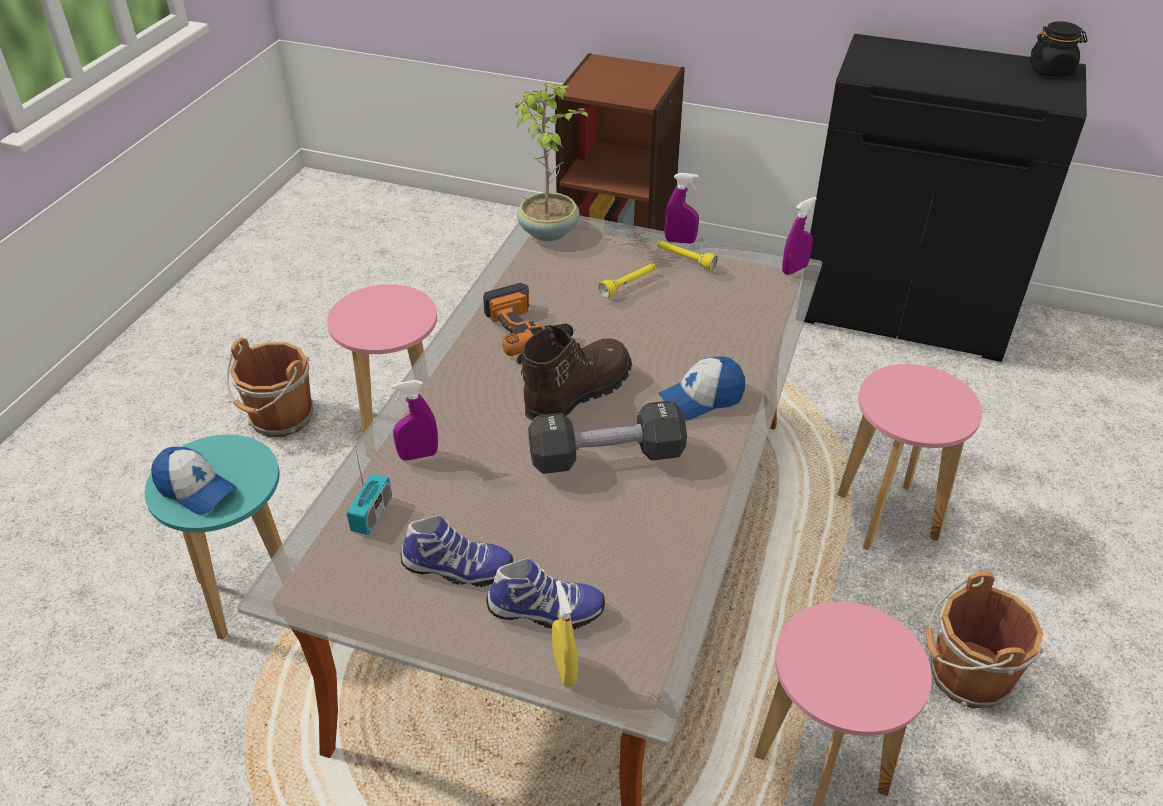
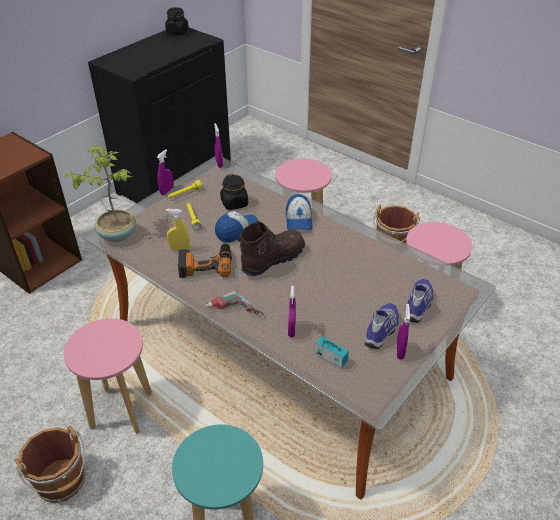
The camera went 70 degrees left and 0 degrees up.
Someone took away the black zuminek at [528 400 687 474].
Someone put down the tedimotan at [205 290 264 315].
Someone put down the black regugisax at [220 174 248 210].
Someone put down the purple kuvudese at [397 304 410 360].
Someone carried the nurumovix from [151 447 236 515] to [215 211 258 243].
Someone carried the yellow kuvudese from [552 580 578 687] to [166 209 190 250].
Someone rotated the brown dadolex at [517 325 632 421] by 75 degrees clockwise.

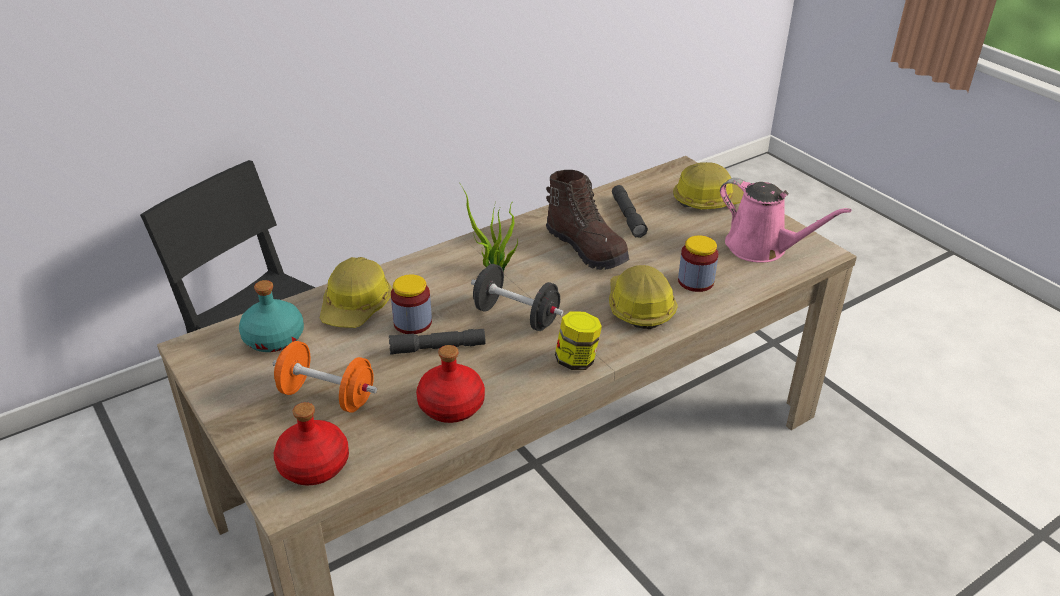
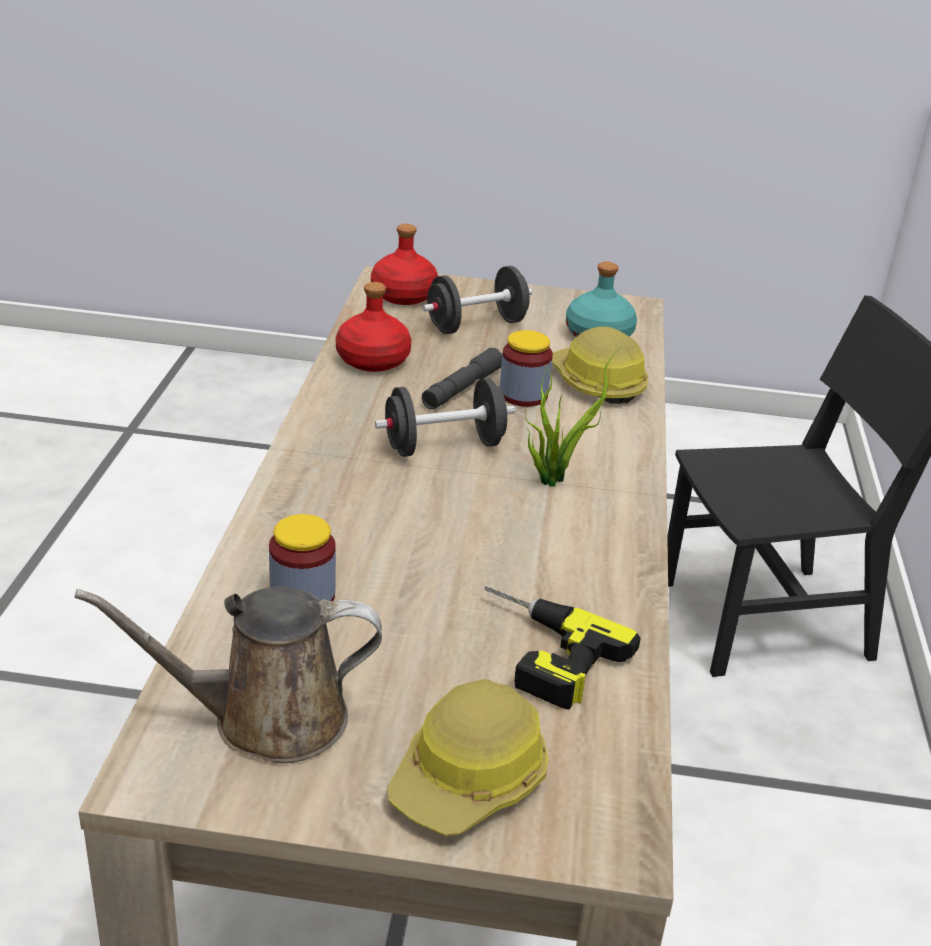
The camera went 130 degrees right and 5 degrees down.
Someone took away the brown dadolex at [546 170 629 270].
Someone took away the regugisax at [555 311 602 370].
Someone took away the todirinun at [609 265 678 329].
Someone swapped the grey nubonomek at [612 185 648 238] for the tedimotan at [484 586 641 709].
Someone repainted the orange zuminek at [273 341 377 413], which became the black zuminek at [423 266 532 334].
Someone repainted the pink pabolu at [720 178 852 263], which became the brown pabolu at [75 586 382 763].

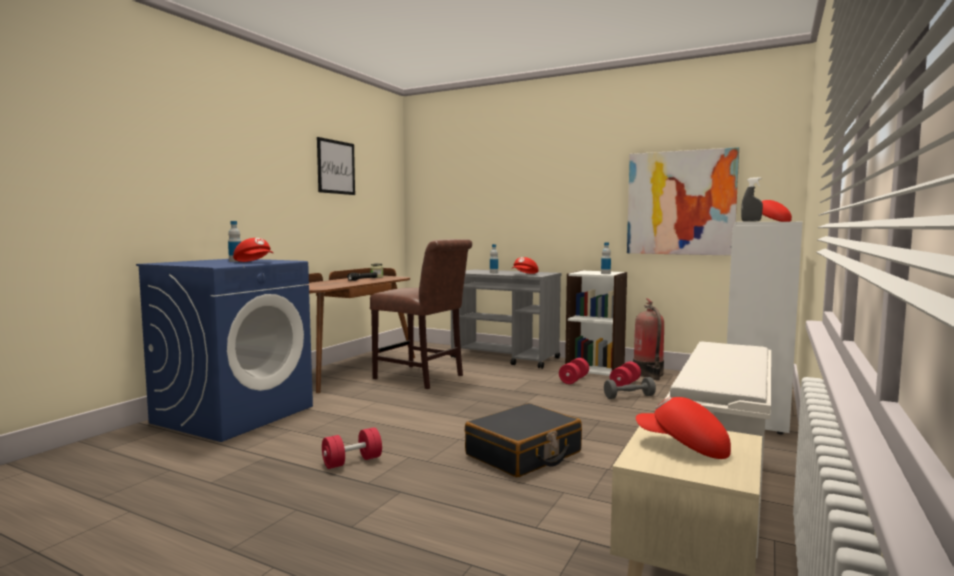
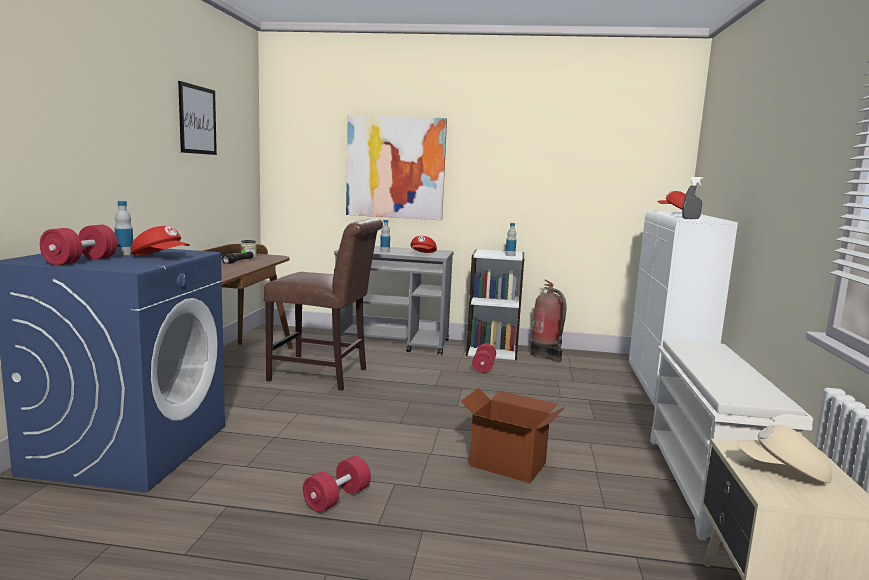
The camera went 20 degrees left and 5 degrees up.
Someone took away the grey zuminek at [604 377 656 399].
Someone carried the red zuminek from [610 361 641 387] to [40 225 117 266].
Someone carried the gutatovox from [627 147 739 256] to [346 115 447 220].
Someone swapped the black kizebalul at [465 403 582 477] for the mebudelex at [461 388 565 483].
Someone repainted the red nurumovix at [636 397 731 459], which became the beige nurumovix at [737 425 832 483].

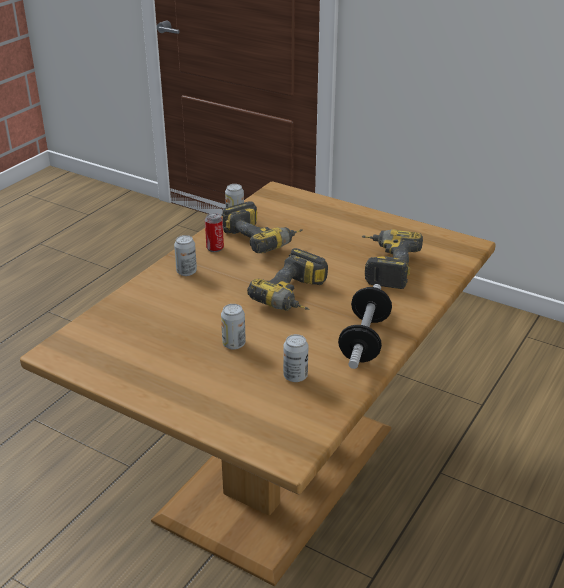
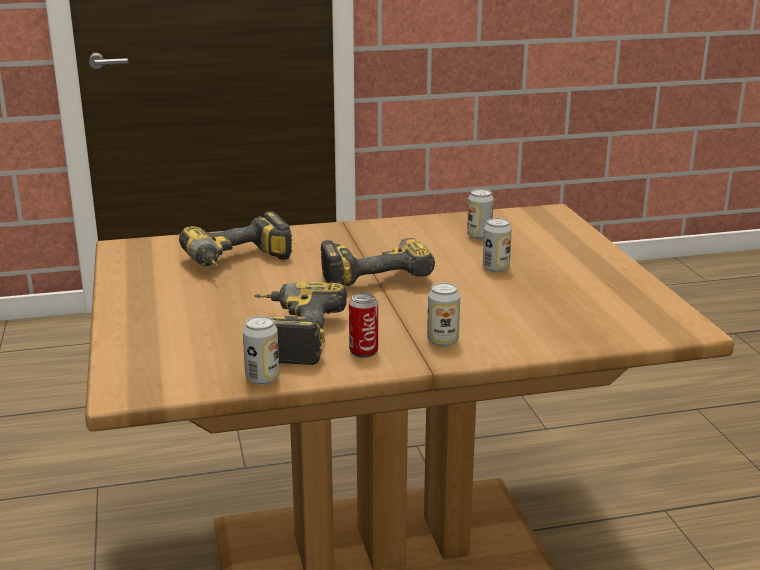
The camera went 135 degrees left and 10 degrees down.
Someone took away the zuminek at [338 284 392 369].

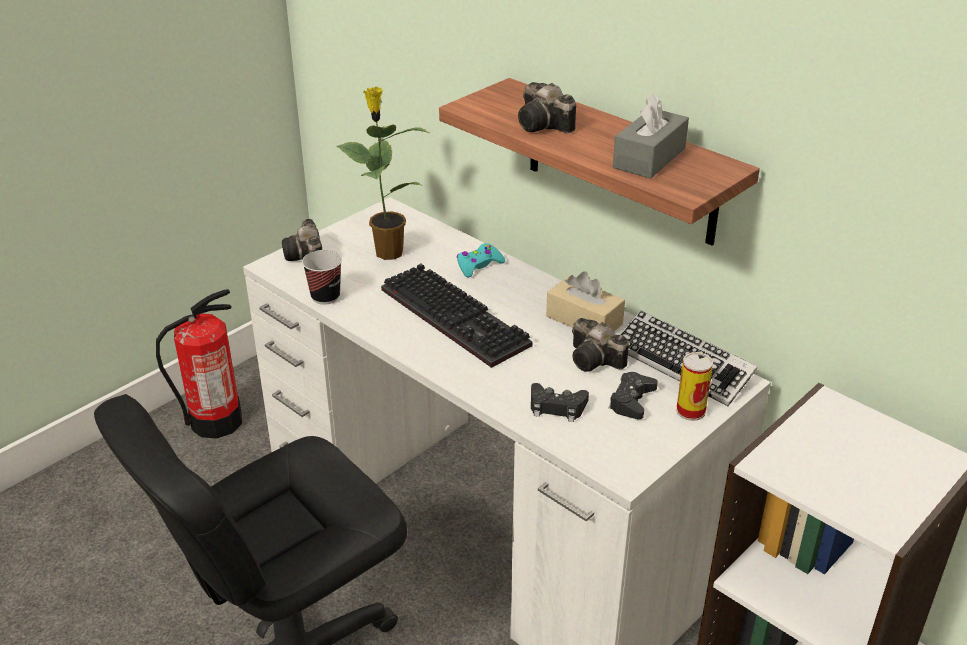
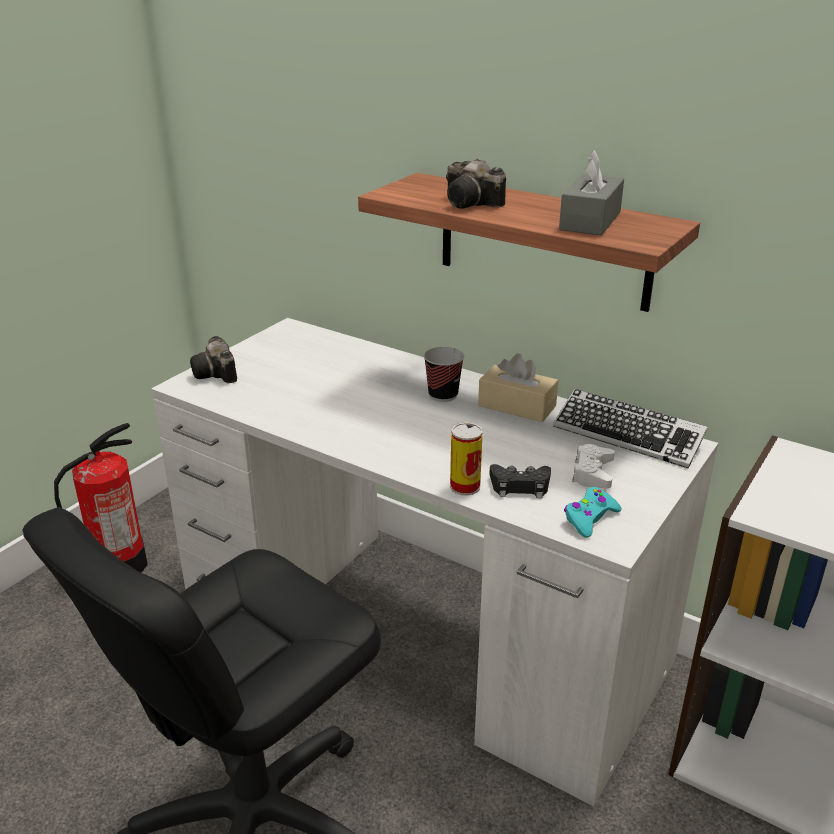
The camera went 10 degrees left and 5 degrees down.
Someone took away the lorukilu at [336 87 430 260].
Someone took away the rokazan at [381 264 533 368].
Someone took away the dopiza at [572 318 629 372].
Someone carried the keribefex from [302 250 342 305] to [424 347 464 402].
Someone carried the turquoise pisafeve from [457 243 505 278] to [564 487 622 538].
Someone carried the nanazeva from [676 352 713 421] to [450 422 483 496].
Someone repainted the black pisafeve at [609 372 658 419], which became the white pisafeve at [572 444 615 489].

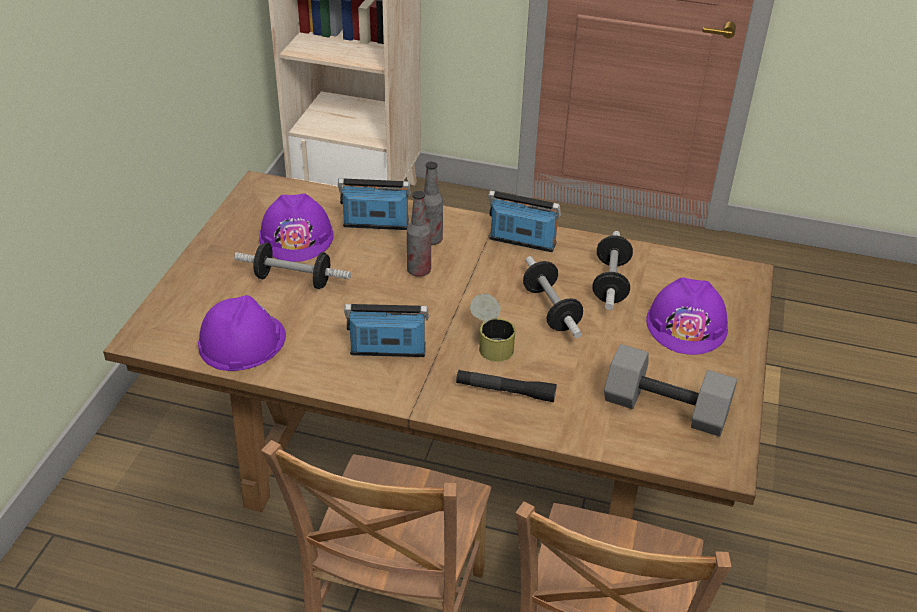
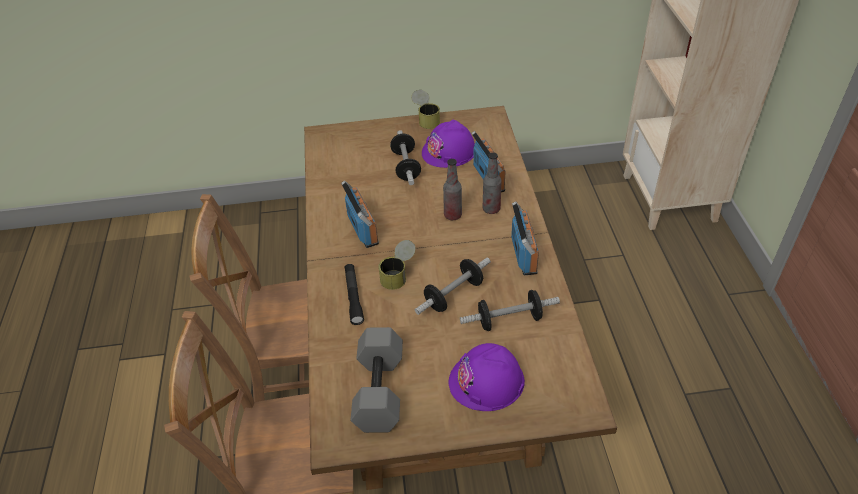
The camera went 70 degrees right and 5 degrees up.
Someone took away the purple todirinun at [198 295 286 371].
Someone put down the nanazeva at [411 90 440 129].

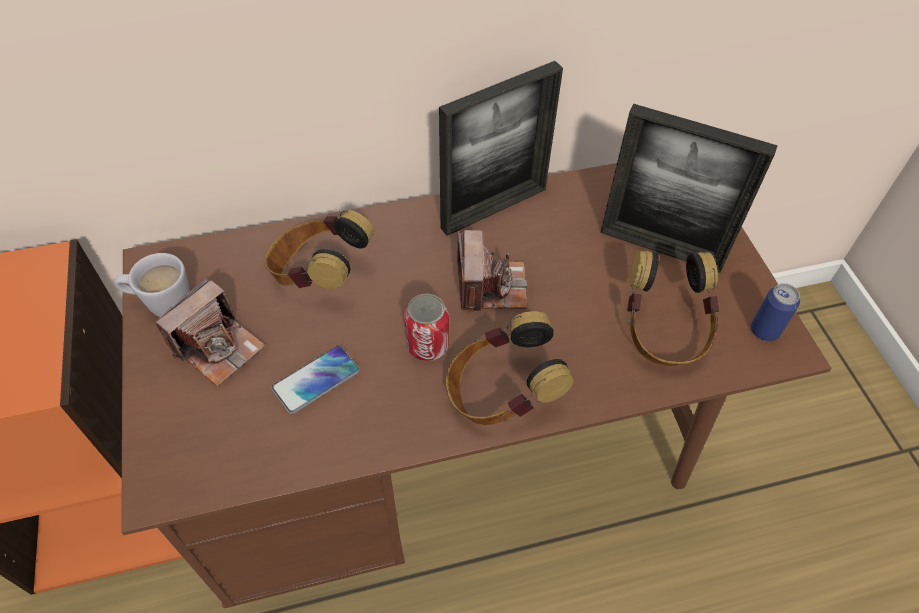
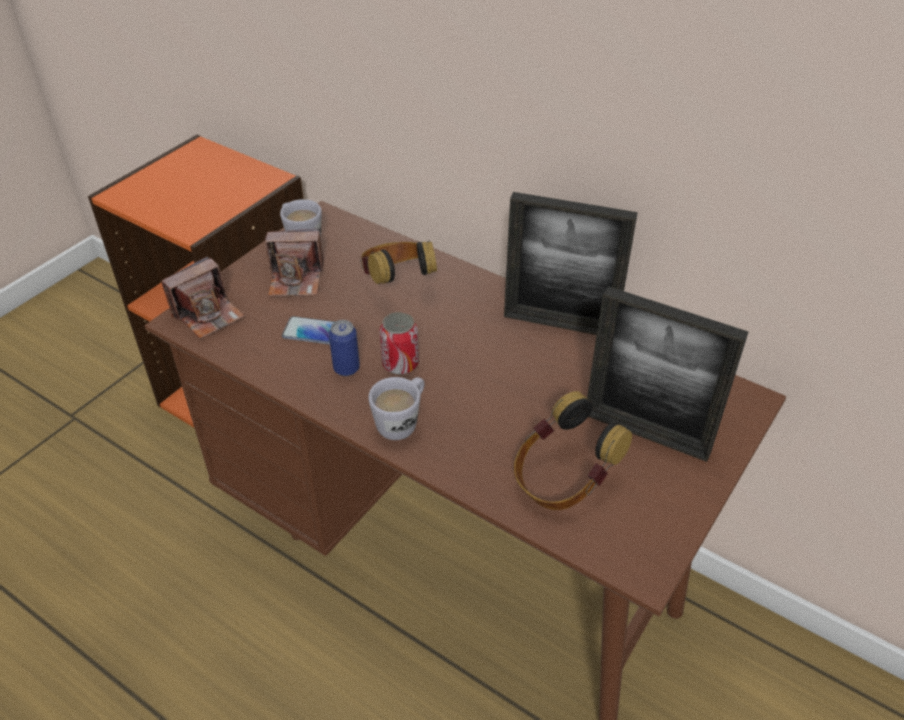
The camera went 50 degrees right and 10 degrees down.
Someone carried the dopiza from [457 230 528 314] to [161 256 245 339].
Someone carried the nanazeva from [751 283 800 341] to [329 320 360 376].
Someone swapped the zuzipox at [446 311 574 425] for the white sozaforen at [368 377 425 440].
Someone rotated the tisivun at [600 104 778 273] by 45 degrees counterclockwise.

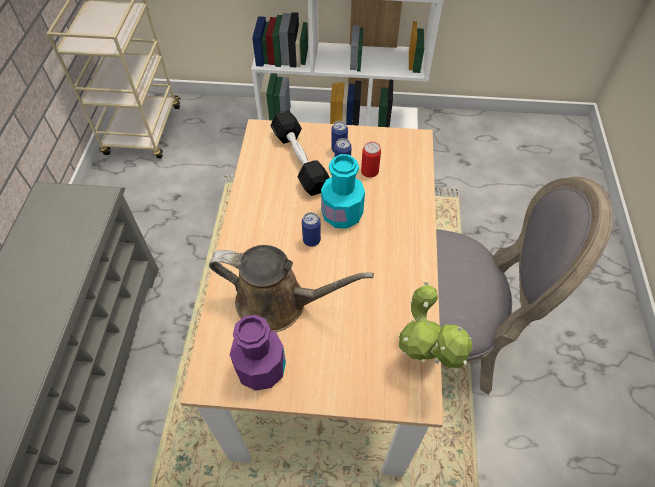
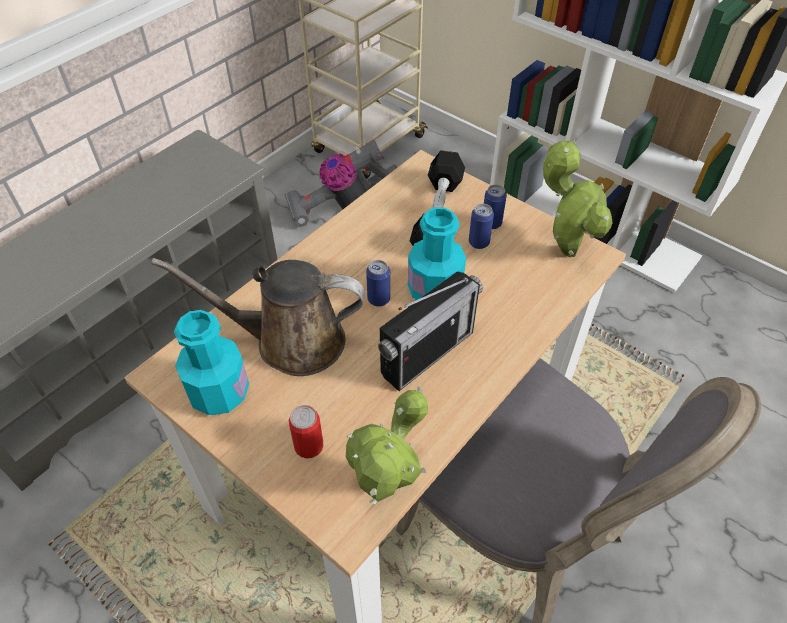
The camera went 35 degrees right and 5 degrees down.
Someone put down the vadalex at [284 140 397 228].
Someone put down the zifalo at [378 272 483 391].
Someone put down the lorukilu at [543 140 612 257].
Someone carried the nanazeva from [361 142 381 178] to [289 405 324 458].
Someone repainted the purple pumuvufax at [230 315 286 391], which became the turquoise pumuvufax at [174 310 249 415].
Someone rotated the brown pabolu at [209 245 374 332] by 135 degrees clockwise.

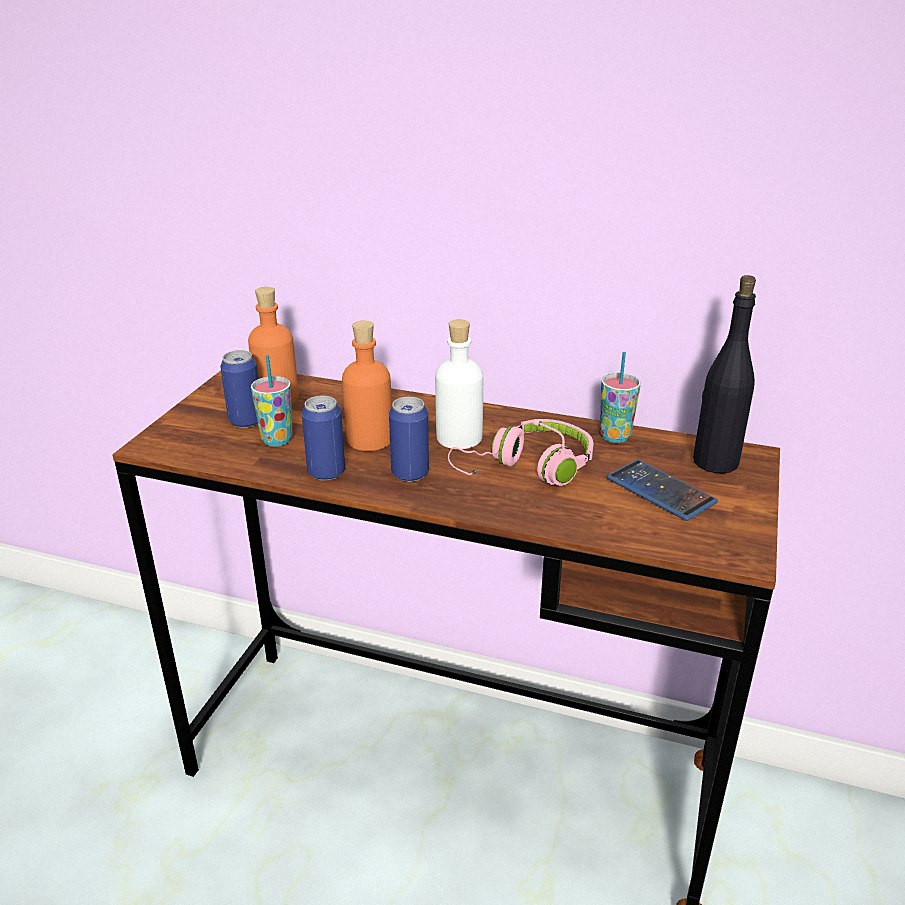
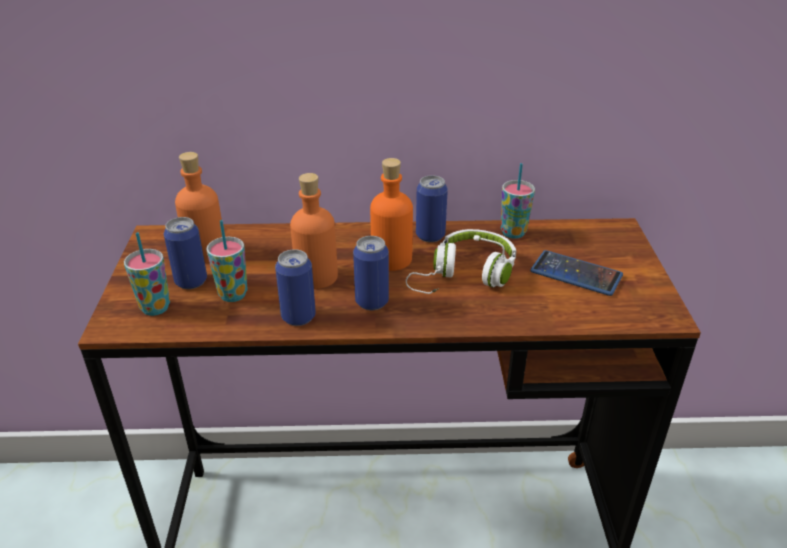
The camera went 20 degrees left and 5 degrees up.
Someone took away the black pumuvufax at [693 275 756 474].
Someone put down the keribefex at [124 232 170 316].
Someone put down the nanazeva at [416 175 448 242].
Someone repainted the white pumuvufax at [435 319 483 449], which became the orange pumuvufax at [370 158 413 271].
Someone repainted the pink zuzipox at [448 419 594 486], which became the white zuzipox at [406 229 516 294].

